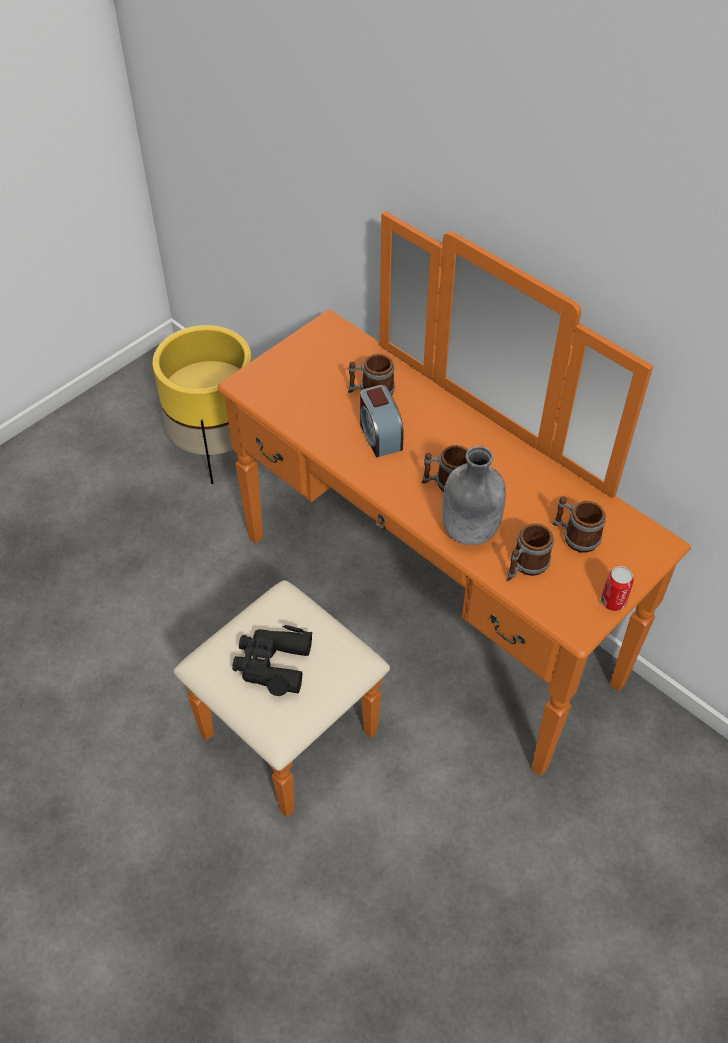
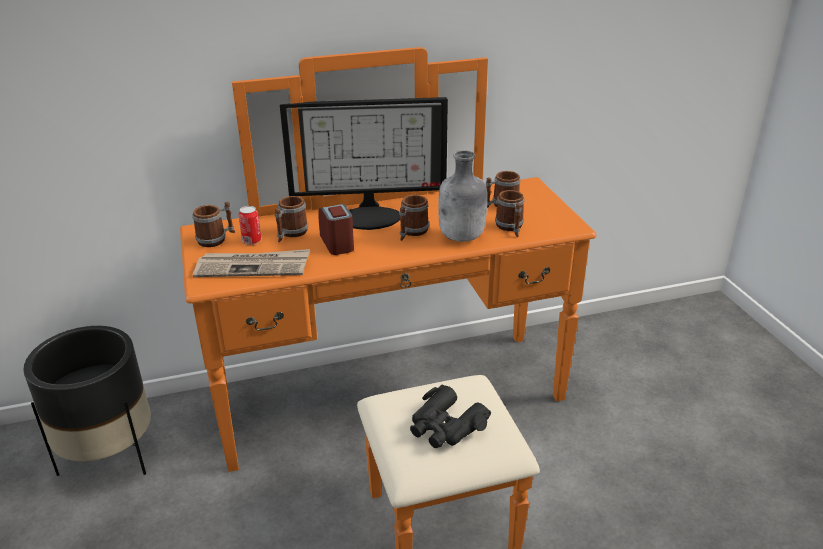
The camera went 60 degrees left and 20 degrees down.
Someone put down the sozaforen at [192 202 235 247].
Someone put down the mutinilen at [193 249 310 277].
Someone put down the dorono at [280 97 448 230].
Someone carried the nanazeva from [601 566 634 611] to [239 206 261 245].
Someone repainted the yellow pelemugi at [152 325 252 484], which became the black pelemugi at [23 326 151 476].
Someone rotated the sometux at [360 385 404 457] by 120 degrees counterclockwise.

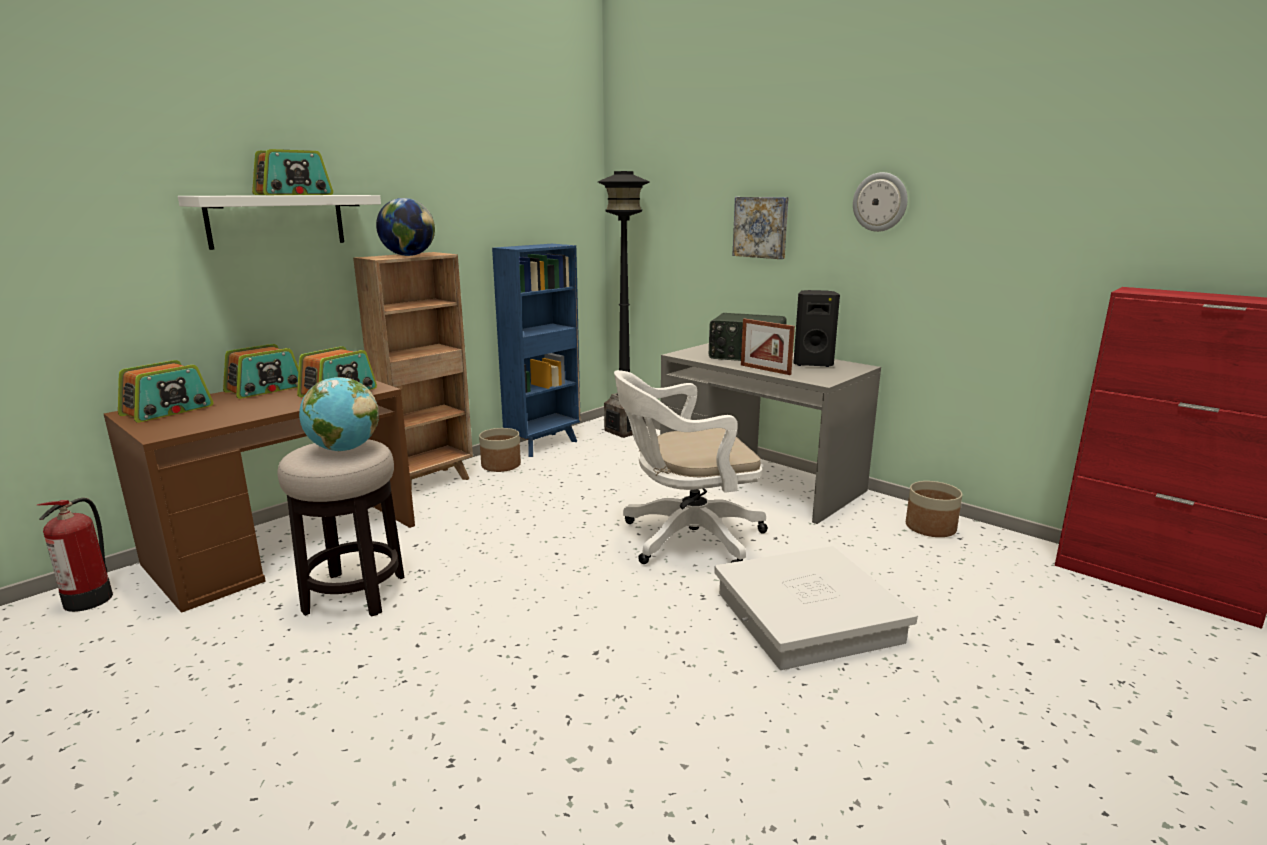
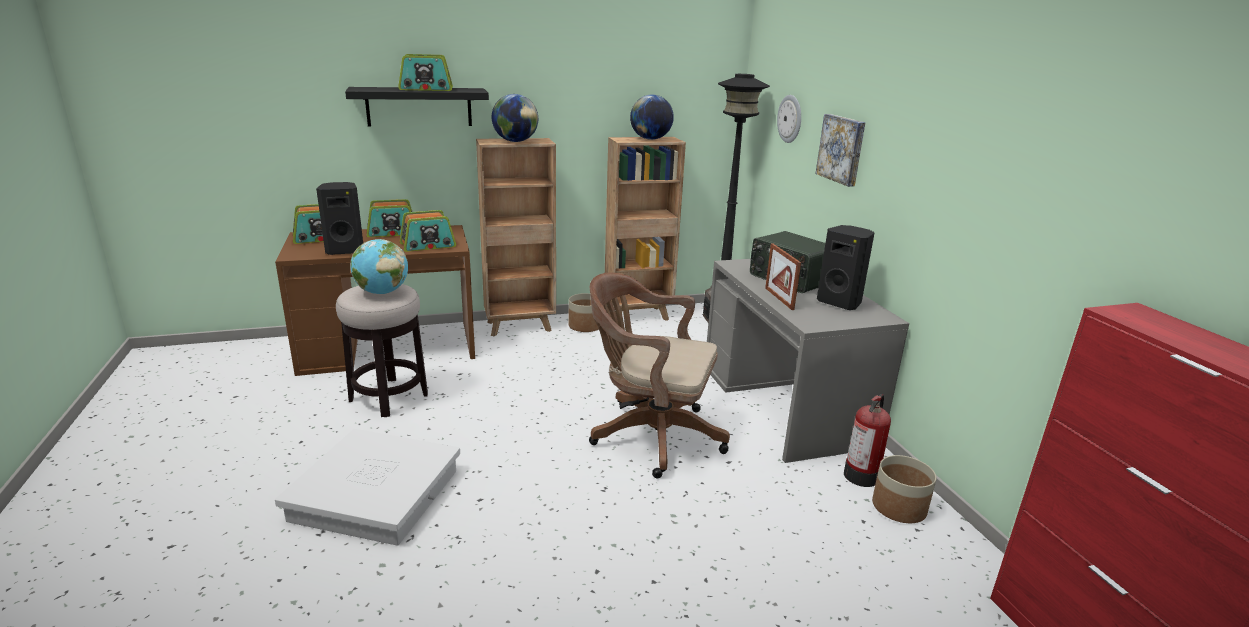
The camera went 30 degrees right and 5 degrees up.
Someone put down the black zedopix at [316 182 363 255].
Someone put down the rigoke at [630 94 674 140].
Someone carried the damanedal from [36 498 113 612] to [844 394 891 487].
Someone carried the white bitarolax from [714 546 918 670] to [275 429 460 546].
Someone carried the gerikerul from [853 172 908 232] to [777 95 801 143].
Someone repainted the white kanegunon at [178 195 381 250], which became the black kanegunon at [345 87 489 126].
Someone repainted the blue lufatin at [492 244 581 457], which became the brown lufatin at [605 137 686 321].
Someone repainted the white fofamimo at [614 370 768 564], which became the brown fofamimo at [589 272 730 478].

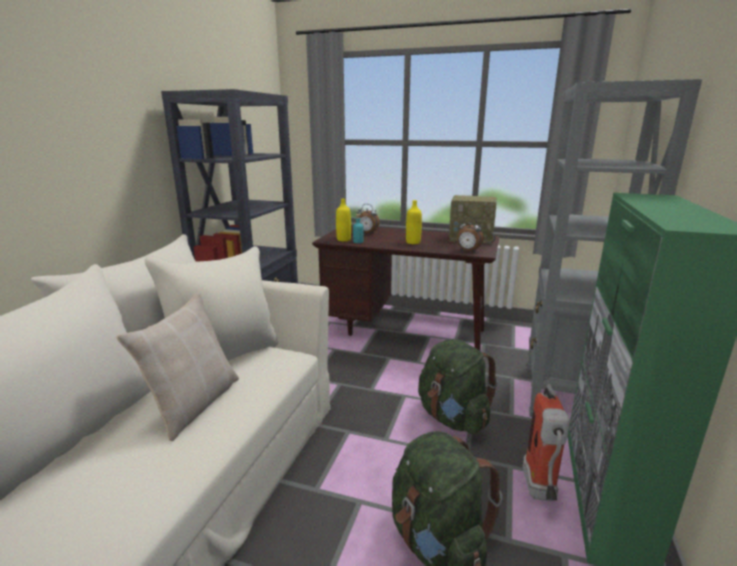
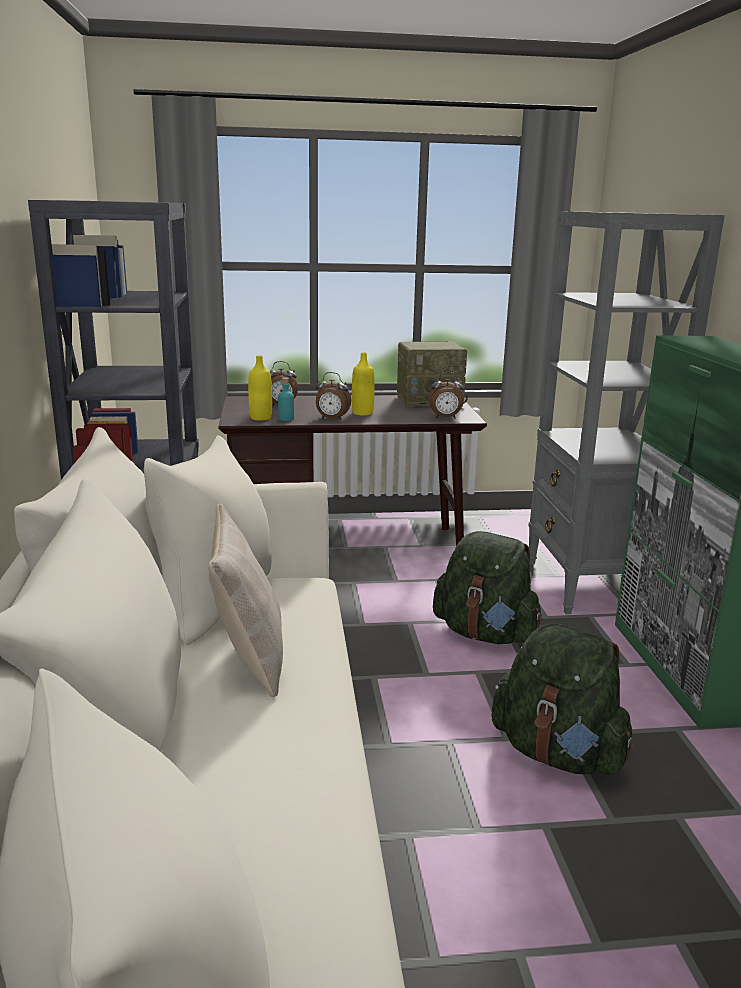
The camera went 25 degrees left and 0 degrees up.
Someone took away the damanedal at [523 384 570 501].
Someone put down the sometux at [316 372 351 420].

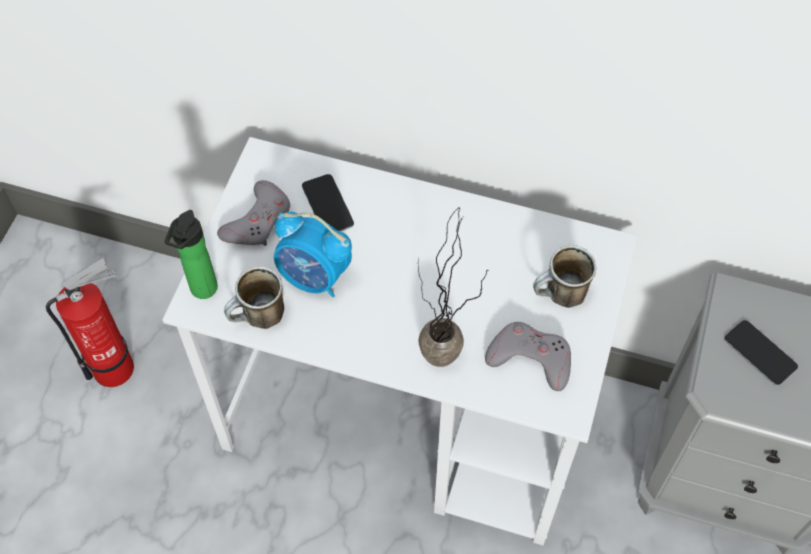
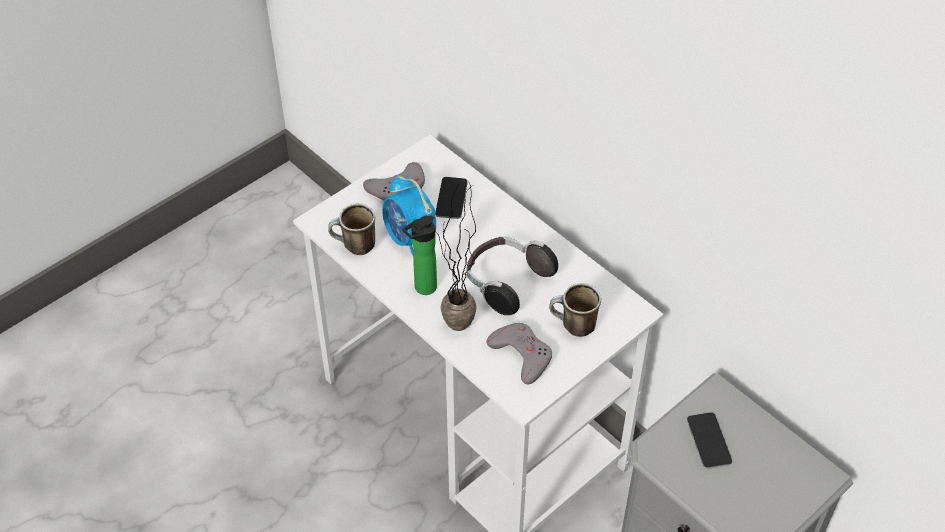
The camera went 30 degrees right and 10 degrees down.
Someone took away the damanedal at [46 258 134 387].
Someone put down the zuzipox at [466 237 558 315].
Someone carried the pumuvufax from [164 210 218 299] to [402 216 437 295].

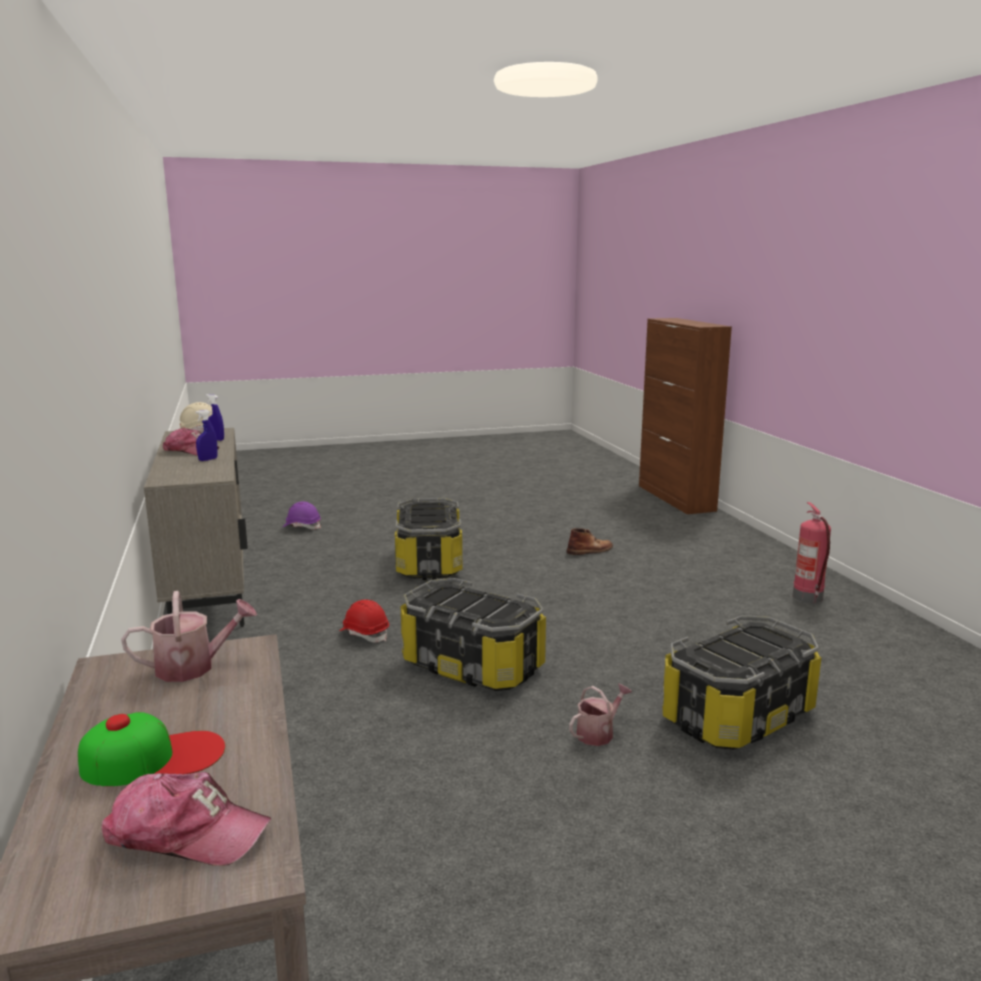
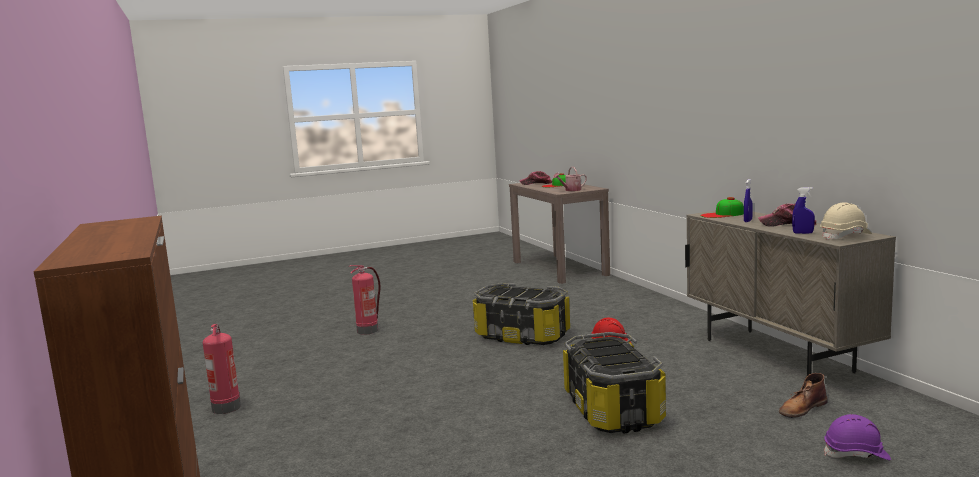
The camera went 175 degrees right and 5 degrees down.
Someone took away the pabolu at [569 683 632 746].
Someone put down the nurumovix at [700 197 744 218].
Someone carried the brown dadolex from [567 528 613 555] to [779 373 828 418].
Someone swapped the bitarolax at [662 615 822 750] for the damanedal at [349 265 380 335].

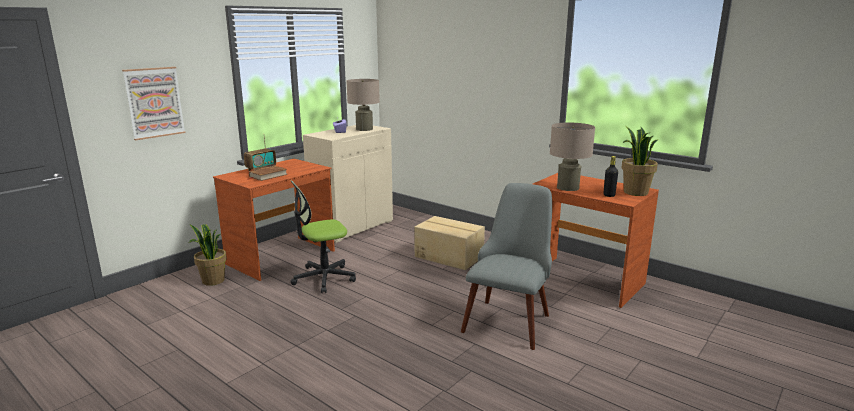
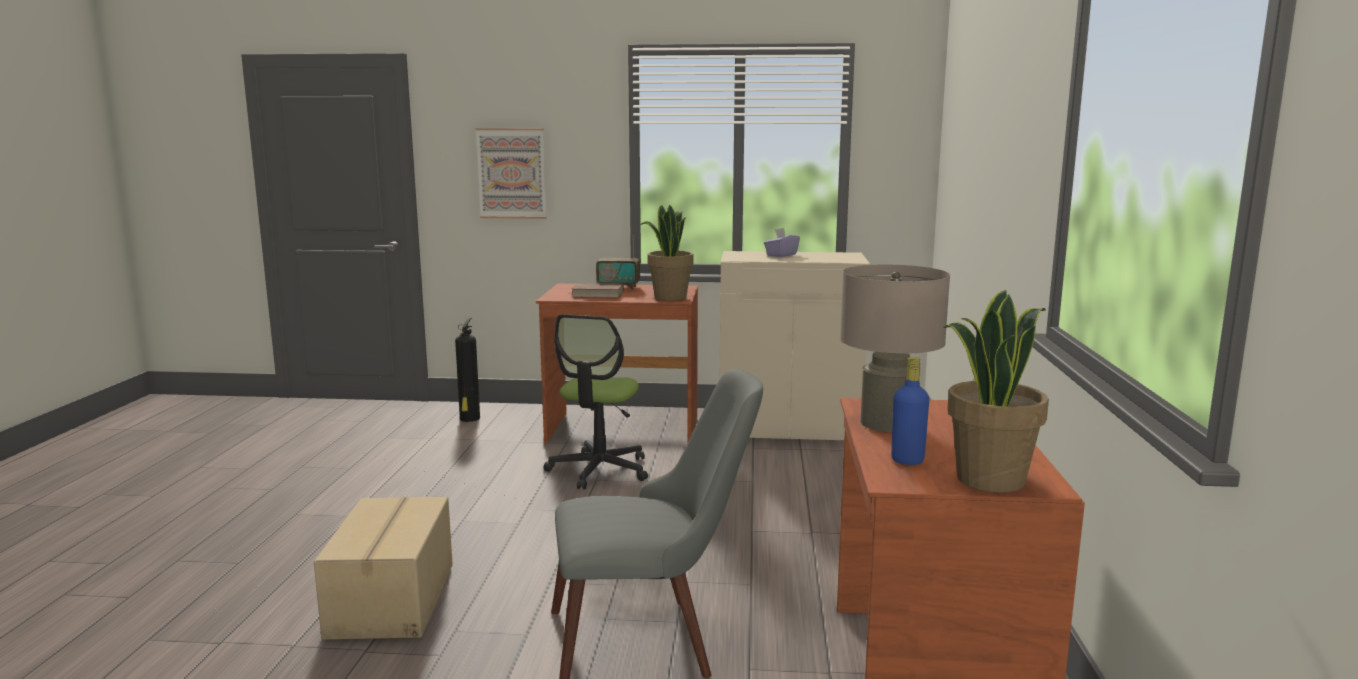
The camera went 55 degrees right and 5 degrees down.
Someone took away the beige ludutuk at [346 79 380 131].
Someone put down the damanedal at [455 318 480 422].
Someone carried the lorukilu from [189 224 227 286] to [640 204 694 301].
Someone carried the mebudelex from [414 216 485 270] to [314 497 453 640].
Someone repainted the black pumuvufax at [603 156 618 197], which became the blue pumuvufax at [891 357 929 465].
Someone rotated the fofamimo at [290 180 356 293] by 105 degrees counterclockwise.

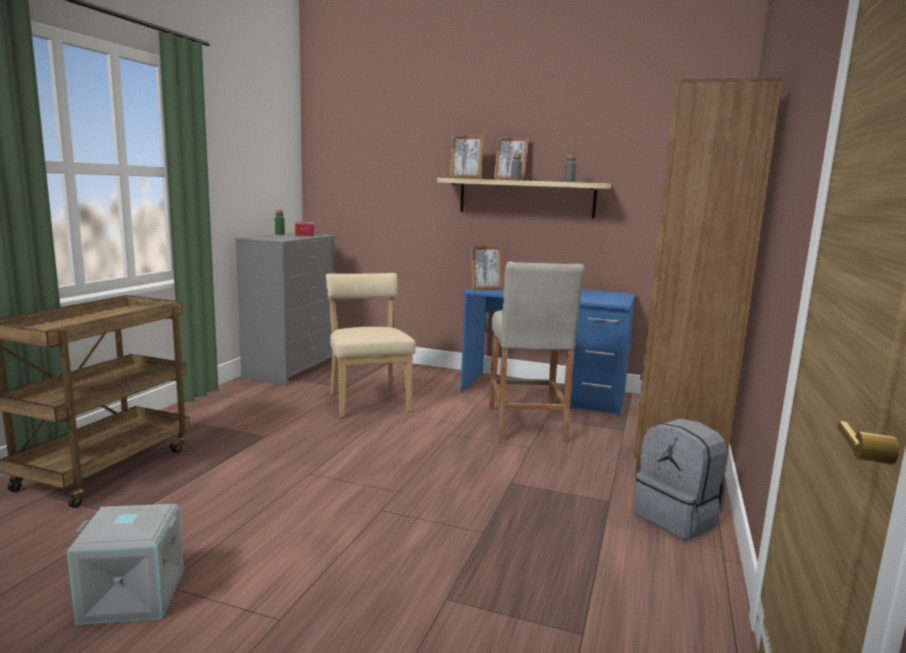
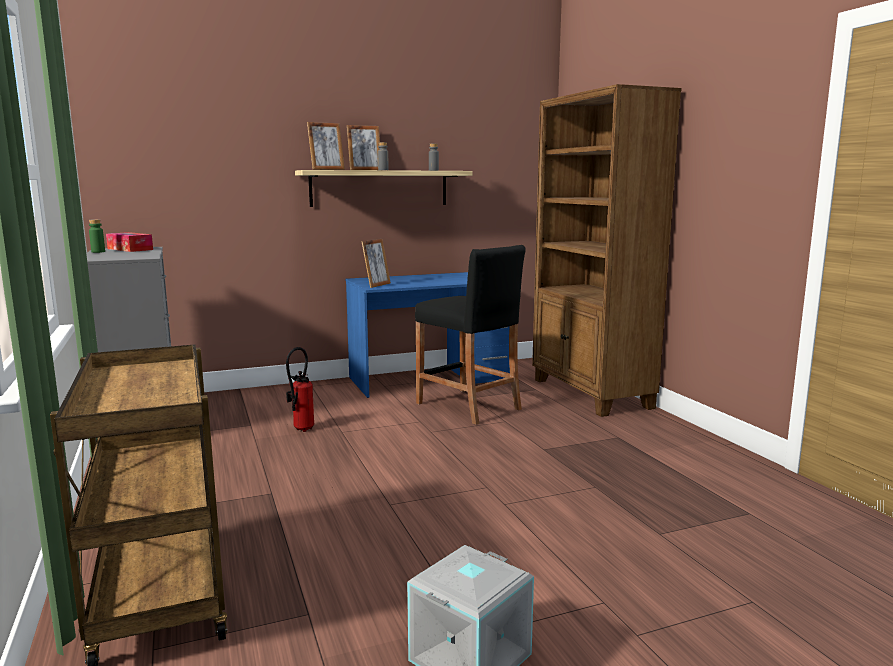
The camera went 40 degrees left and 0 degrees up.
Someone took away the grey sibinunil at [634 419 727 540].
Someone swapped the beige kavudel at [326 273 416 418] for the damanedal at [286 347 314 432].
Someone repainted the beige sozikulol at [489 261 585 443], which became the black sozikulol at [415 245 526 425].

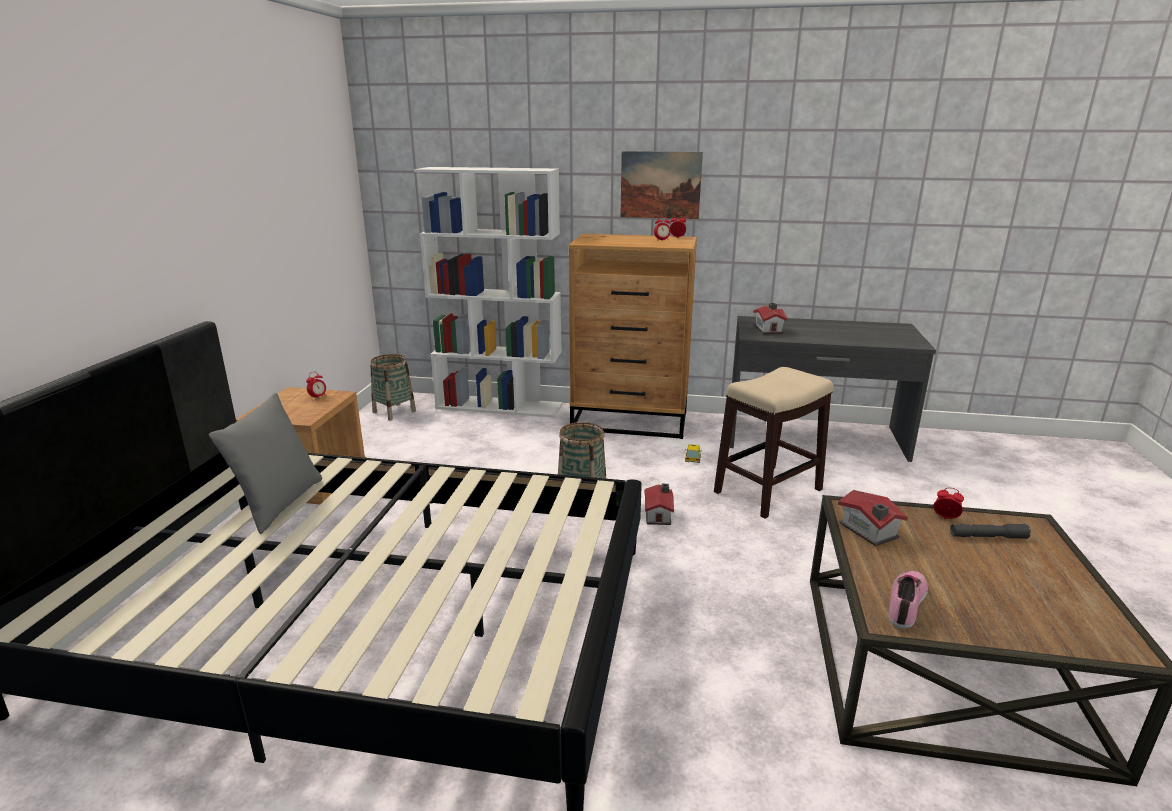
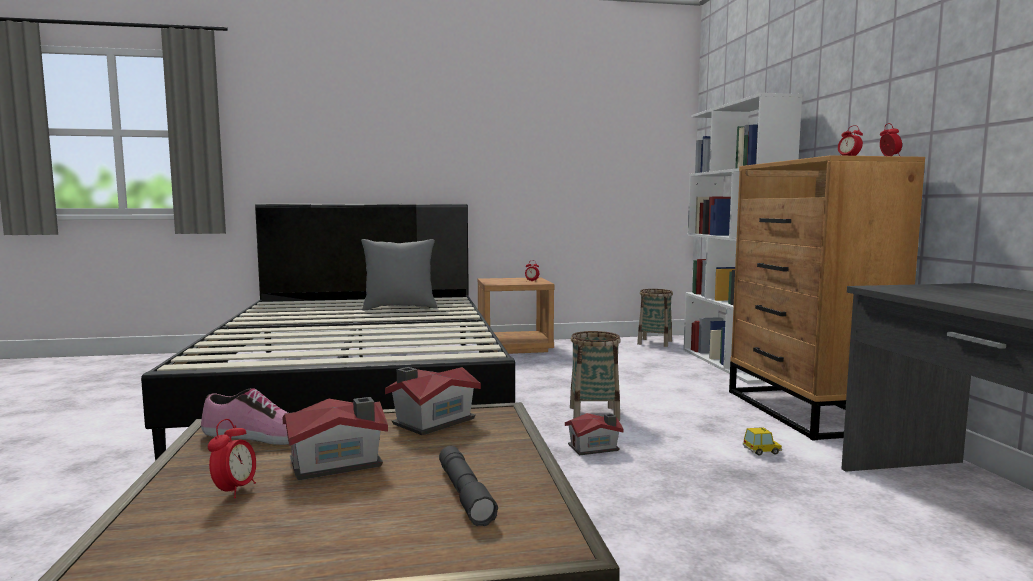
The camera went 70 degrees right and 15 degrees down.
Someone took away the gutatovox at [620 151 703 219].
Someone took away the sozikulol at [714 367 833 519].
Someone carried the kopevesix from [753 303 788 334] to [283 397 388 480].
Someone carried the sometux from [933 488 964 520] to [208 419 256 498].

